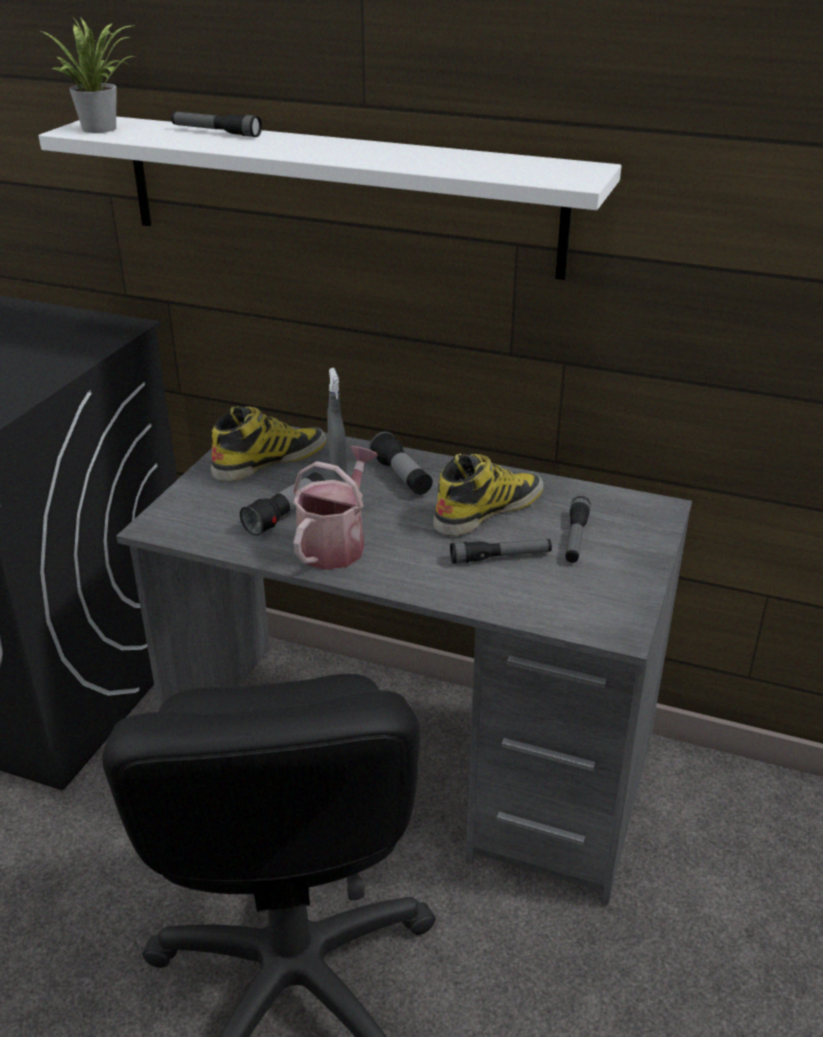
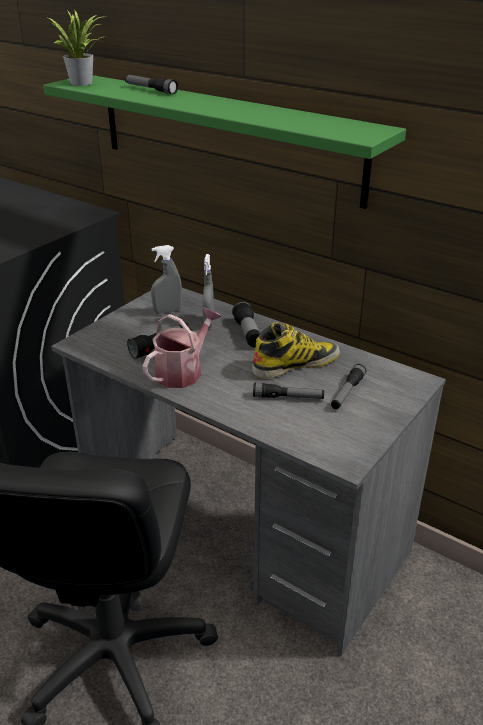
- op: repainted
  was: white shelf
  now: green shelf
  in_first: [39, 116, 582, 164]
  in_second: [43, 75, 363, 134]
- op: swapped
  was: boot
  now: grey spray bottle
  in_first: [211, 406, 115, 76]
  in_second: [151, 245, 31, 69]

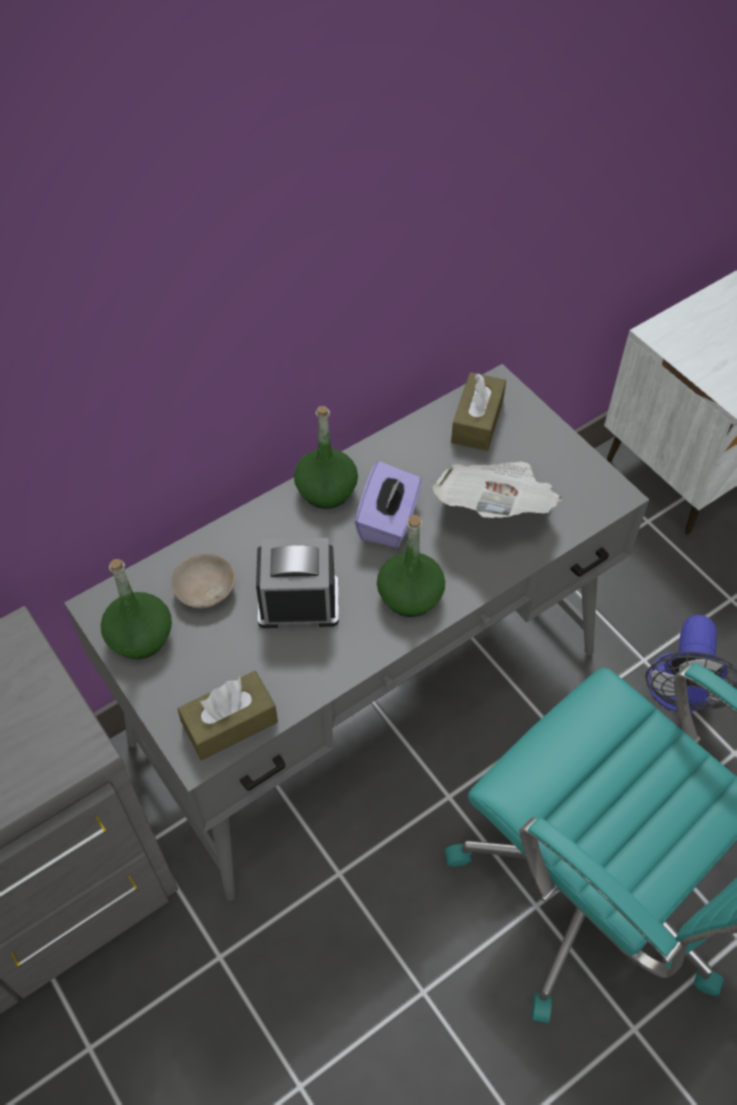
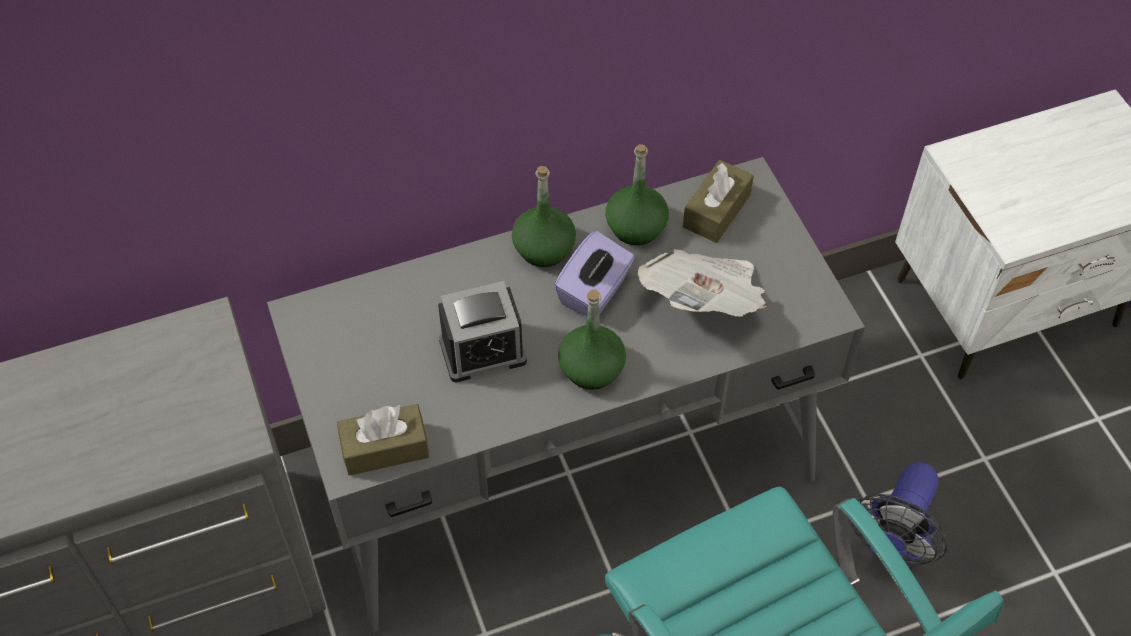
- op: rotated
  was: alarm clock
  in_first: [256, 538, 83, 90]
  in_second: [438, 281, 89, 101]
  clockwise: 150
- op: shifted
  was: green bottle
  in_first: [101, 559, 71, 100]
  in_second: [605, 144, 64, 101]
- op: gone
  was: beige bowl
  in_first: [171, 553, 64, 55]

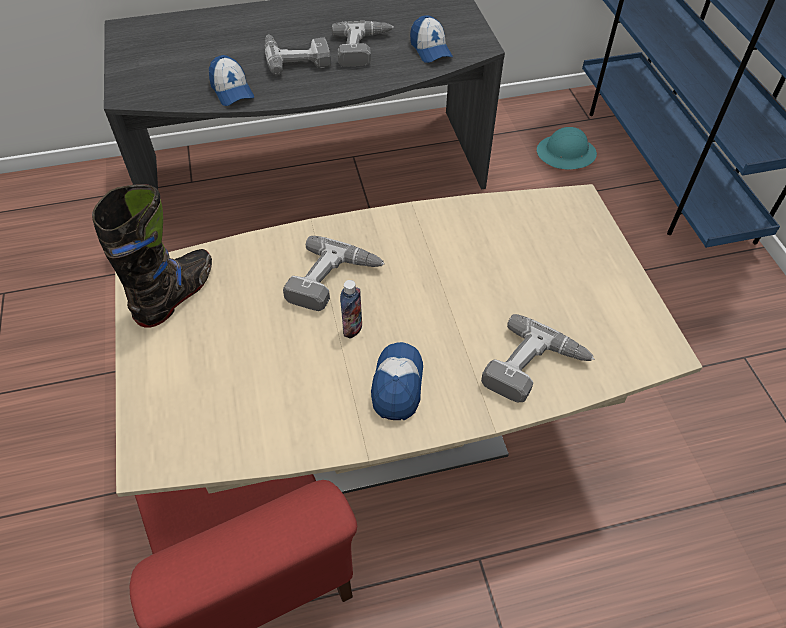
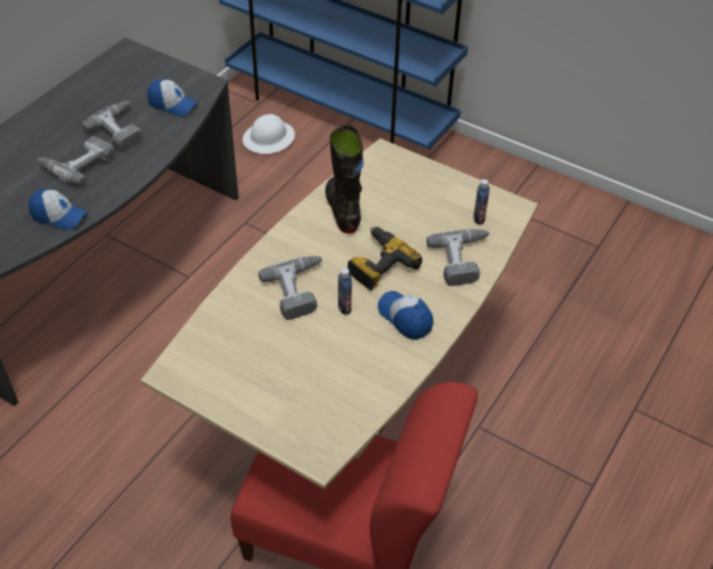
- op: repainted
  was: turquoise hard hat
  now: white hard hat
  in_first: [537, 127, 60, 43]
  in_second: [243, 114, 52, 40]
- op: shifted
  was: black boot
  in_first: [92, 184, 120, 144]
  in_second: [325, 125, 38, 109]
- op: new
  now: power drill
  in_second: [348, 226, 74, 65]
- op: new
  now: bottle
  in_second: [473, 179, 17, 46]

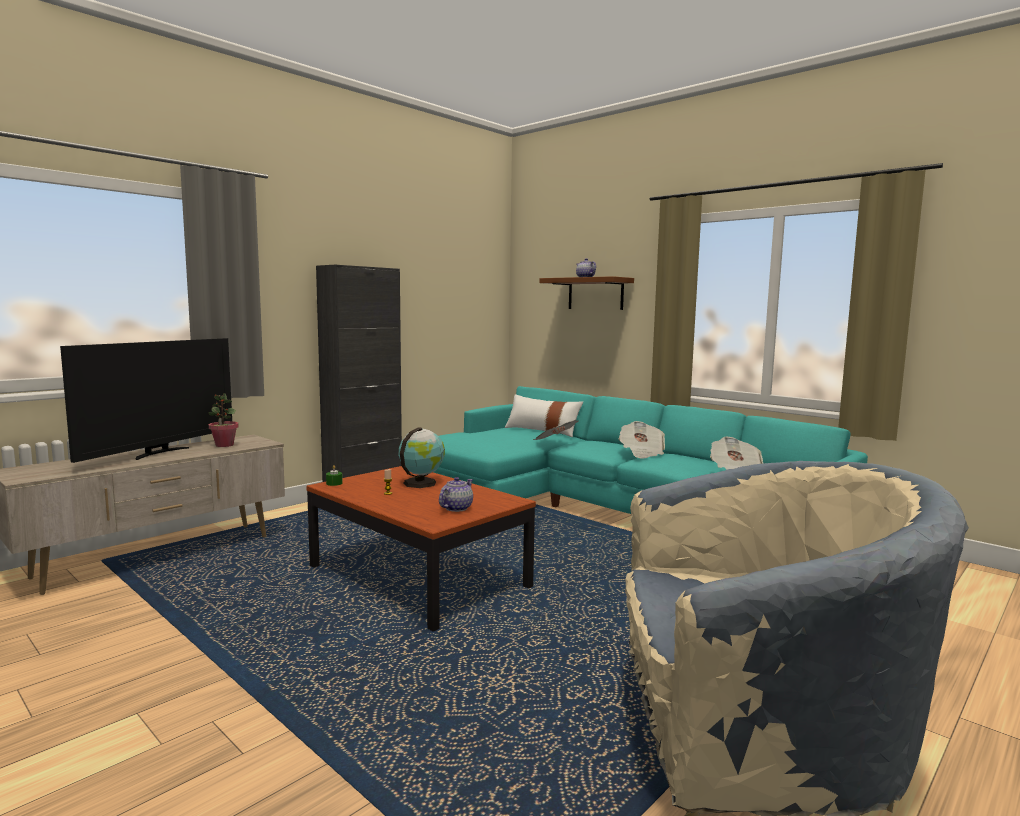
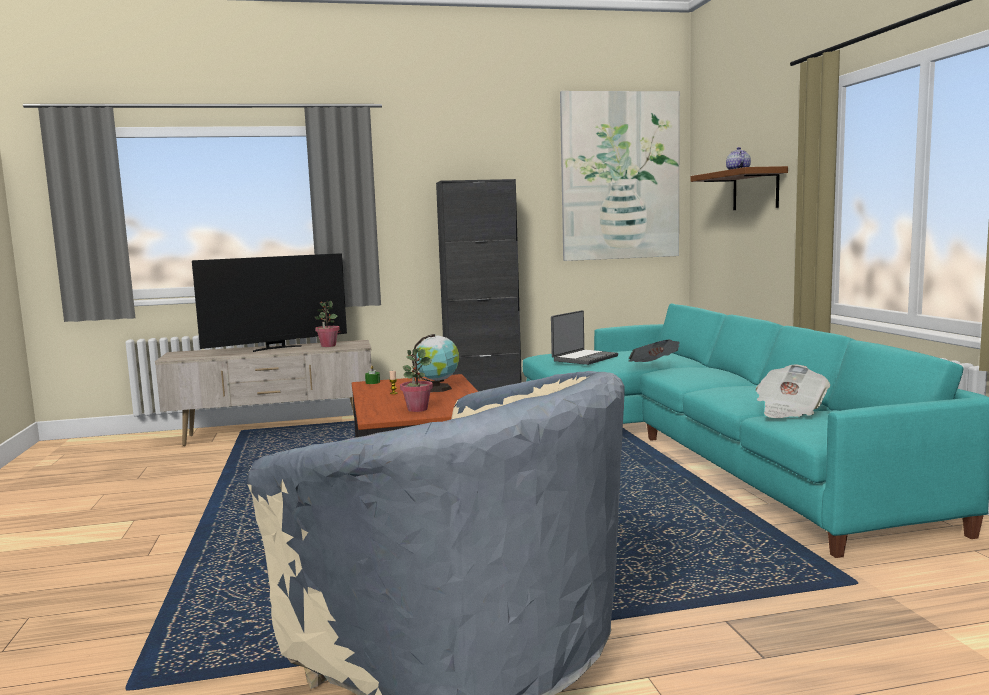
- op: swapped
  was: teapot
  now: potted plant
  in_first: [439, 477, 34, 35]
  in_second: [400, 348, 33, 64]
- op: new
  now: laptop
  in_second: [551, 310, 67, 55]
- op: new
  now: picture
  in_second: [560, 91, 120, 170]
- op: gone
  was: white pillow
  in_first: [505, 394, 78, 43]
- op: gone
  was: newspaper
  in_first: [619, 421, 46, 37]

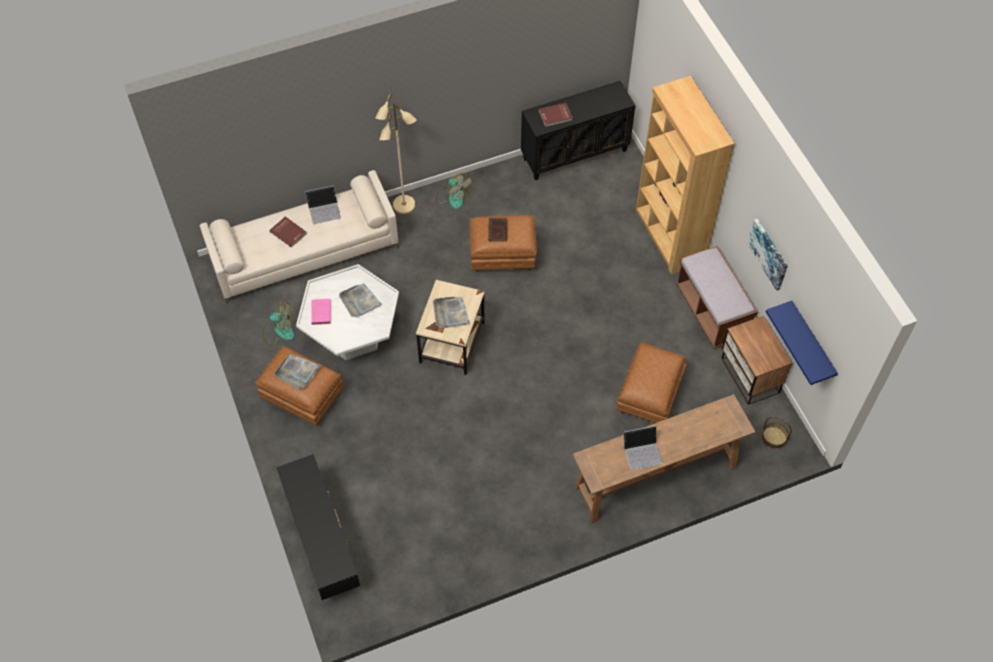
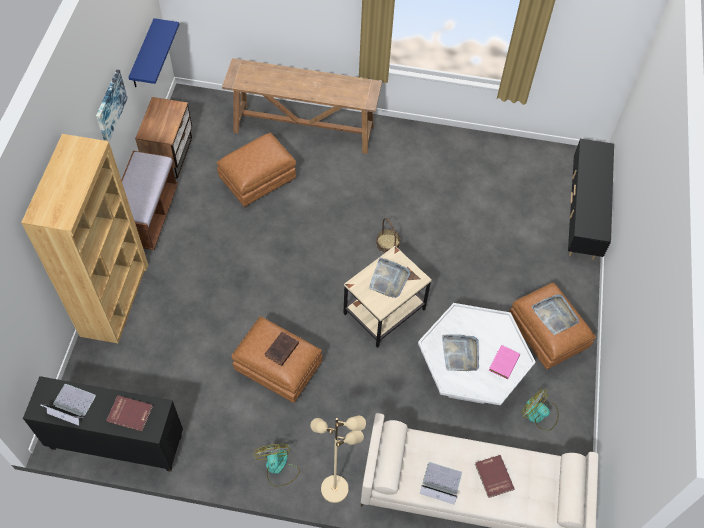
- op: shifted
  was: laptop
  in_first: [623, 426, 39, 44]
  in_second: [40, 384, 56, 42]
- op: shifted
  was: basket
  in_first: [761, 417, 31, 32]
  in_second: [376, 218, 24, 35]

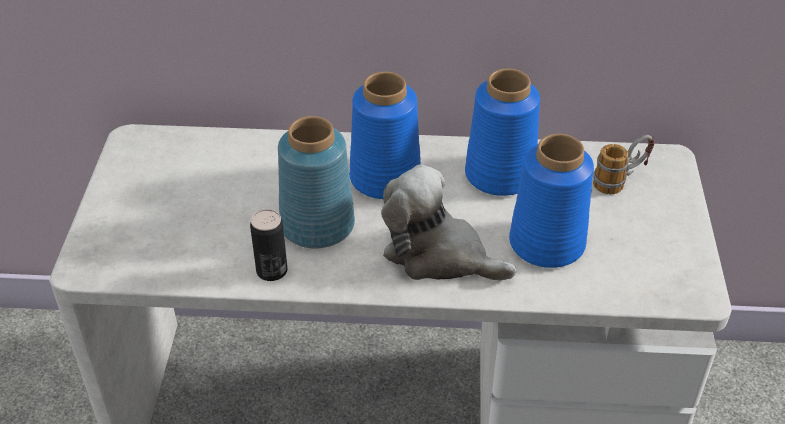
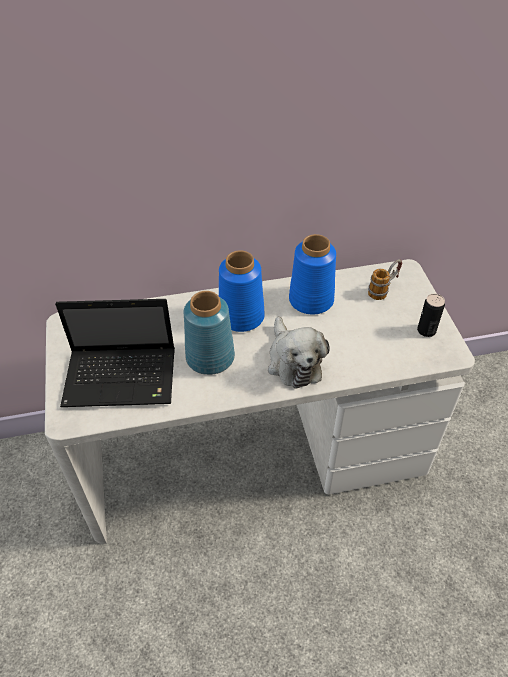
- op: new
  now: laptop
  in_second: [55, 299, 120, 108]
- op: rotated
  was: plush toy
  in_first: [381, 164, 135, 117]
  in_second: [268, 317, 62, 72]
  clockwise: -120
- op: shifted
  was: can
  in_first: [250, 209, 37, 72]
  in_second: [417, 294, 28, 43]
- op: gone
  was: blue vase
  in_first: [509, 134, 85, 134]

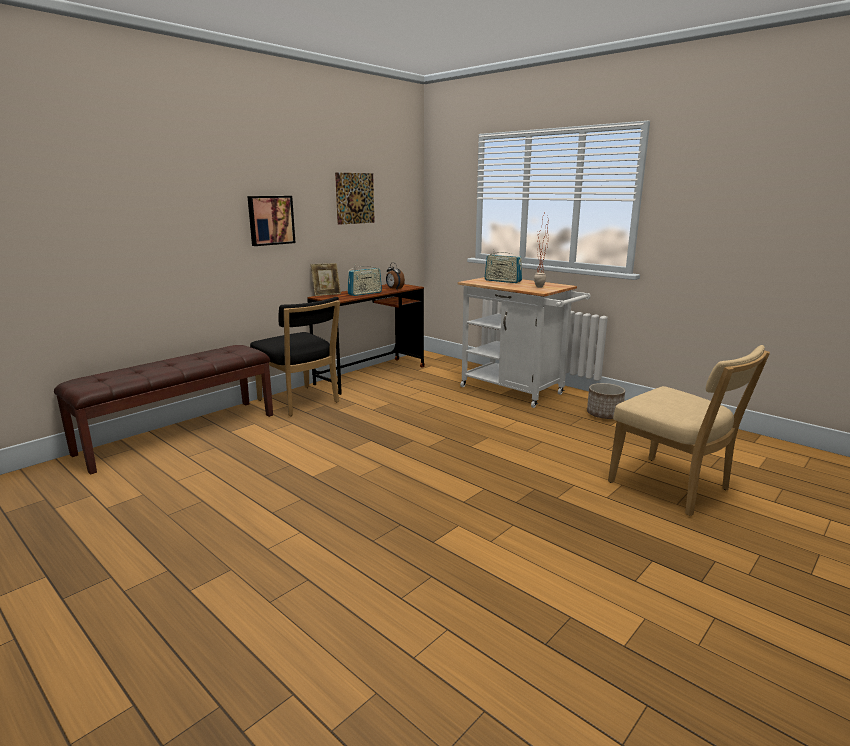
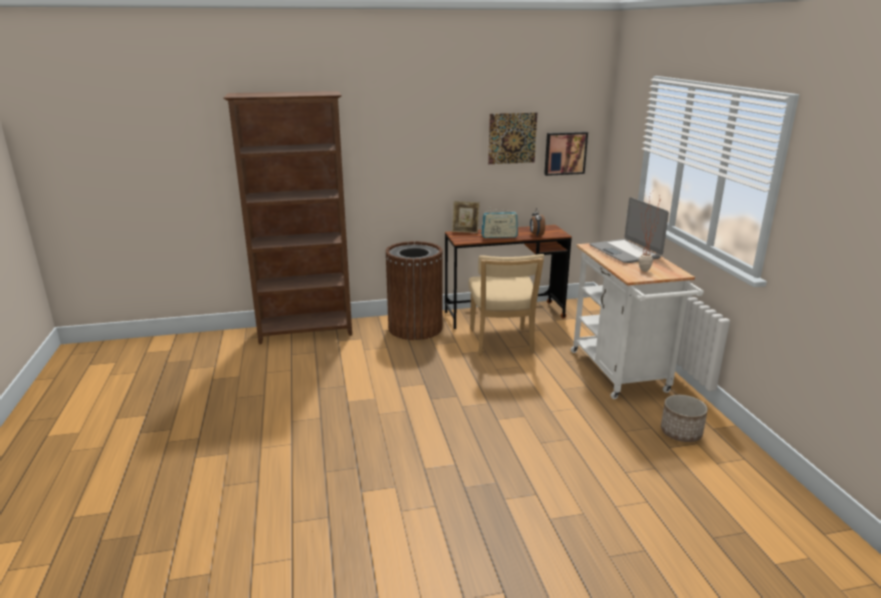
- op: swapped
  was: brown bench
  now: brown bookcase
  in_first: [54, 345, 219, 130]
  in_second: [223, 91, 129, 253]
- op: swapped
  was: black chair
  now: brown trash can
  in_first: [250, 297, 90, 119]
  in_second: [385, 241, 58, 99]
- op: shifted
  was: beige chair
  in_first: [608, 345, 162, 171]
  in_second: [469, 254, 75, 101]
- op: shifted
  was: picture
  in_first: [247, 196, 48, 50]
  in_second: [544, 132, 44, 44]
- op: swapped
  was: radio
  now: laptop
  in_first: [485, 252, 37, 31]
  in_second: [589, 197, 80, 66]

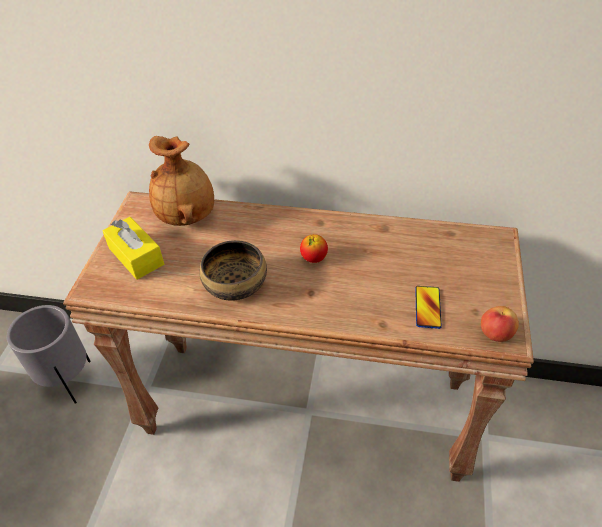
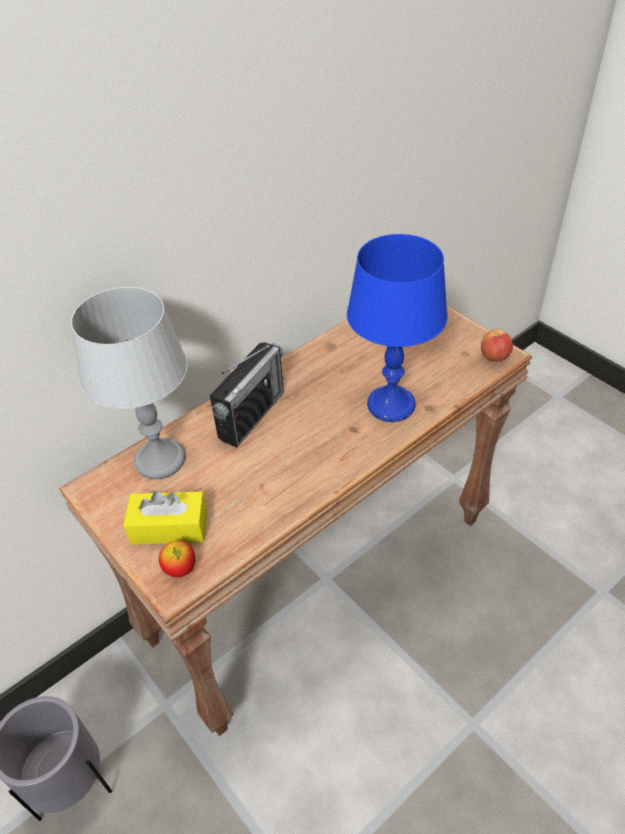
- op: swapped
  was: brown vase
  now: grey table lamp
  in_first: [149, 136, 65, 90]
  in_second: [71, 287, 117, 192]
- op: shifted
  was: apple
  in_first: [300, 234, 28, 29]
  in_second: [159, 540, 36, 37]
- op: new
  now: radio
  in_second: [210, 342, 74, 106]
- op: new
  now: blue table lamp
  in_second: [347, 234, 101, 188]
- op: gone
  was: bowl
  in_first: [200, 240, 67, 61]
- op: gone
  was: phone
  in_first: [415, 286, 27, 43]

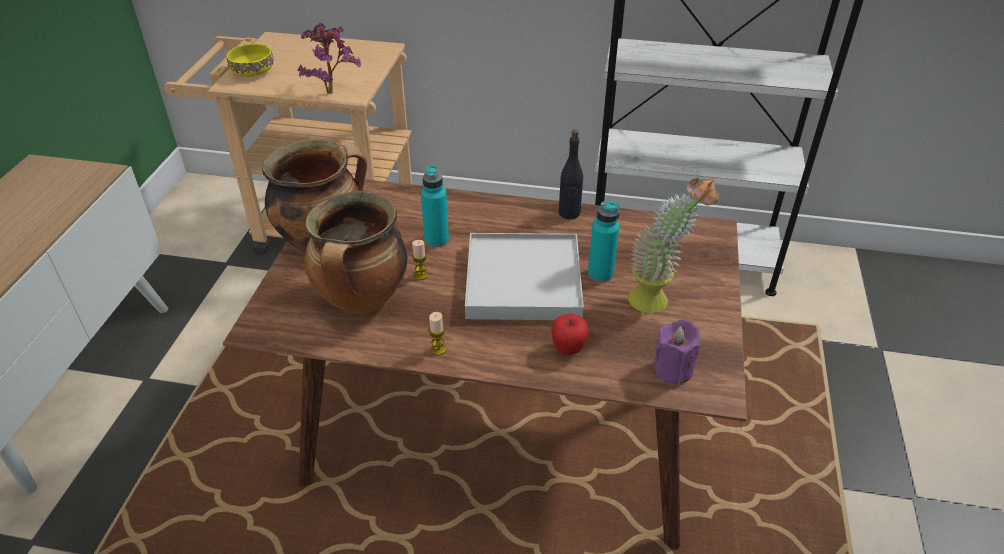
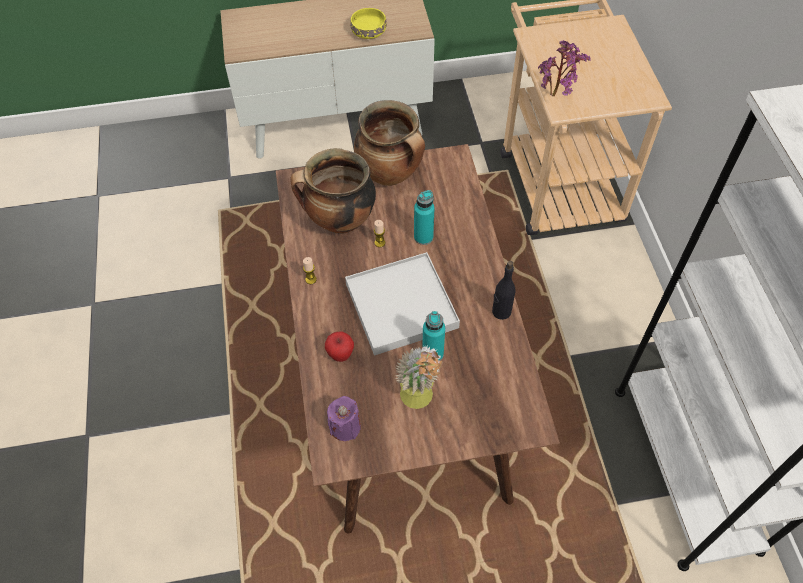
- op: shifted
  was: yellow bowl
  in_first: [226, 44, 48, 33]
  in_second: [351, 8, 36, 31]

